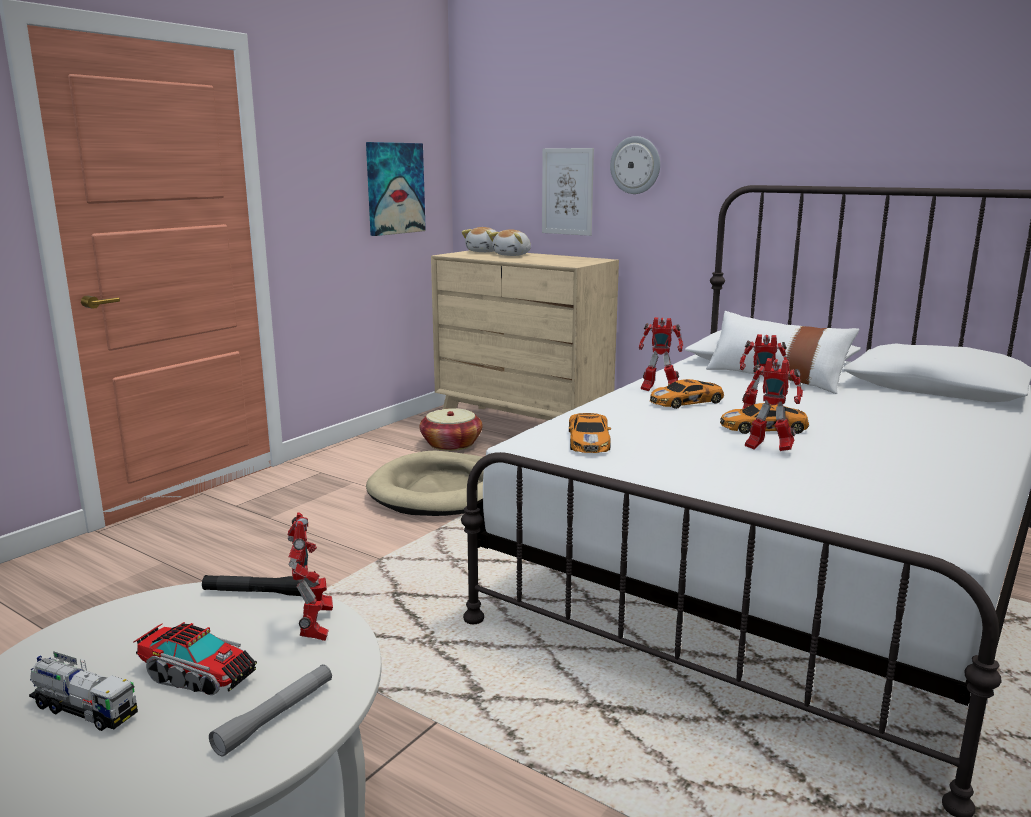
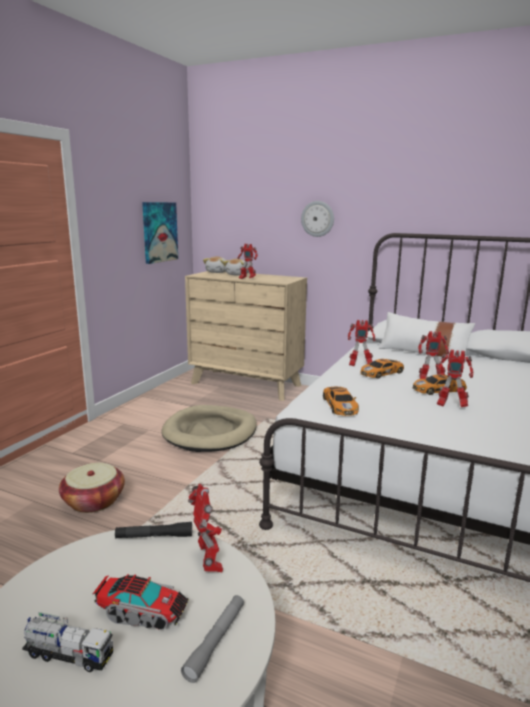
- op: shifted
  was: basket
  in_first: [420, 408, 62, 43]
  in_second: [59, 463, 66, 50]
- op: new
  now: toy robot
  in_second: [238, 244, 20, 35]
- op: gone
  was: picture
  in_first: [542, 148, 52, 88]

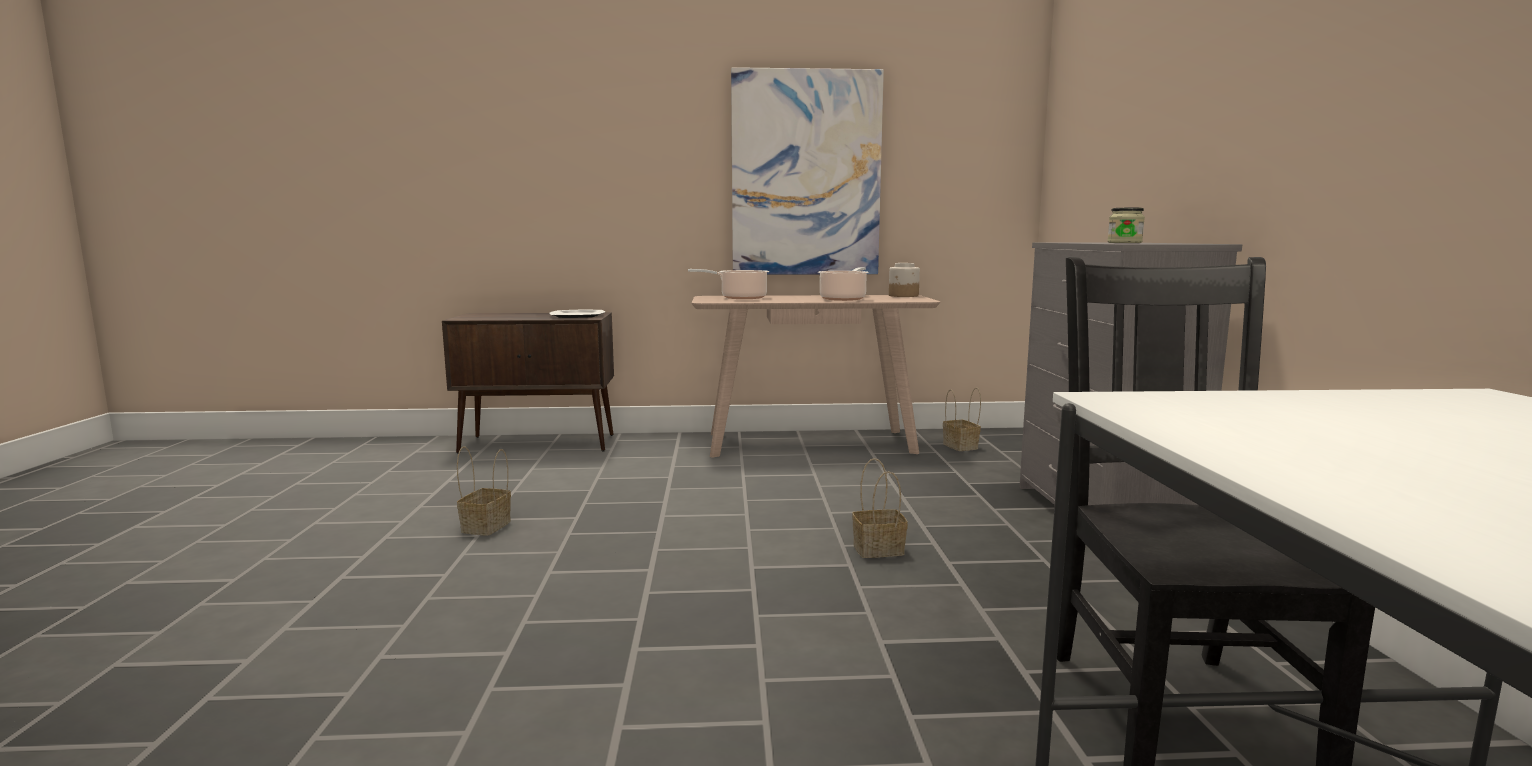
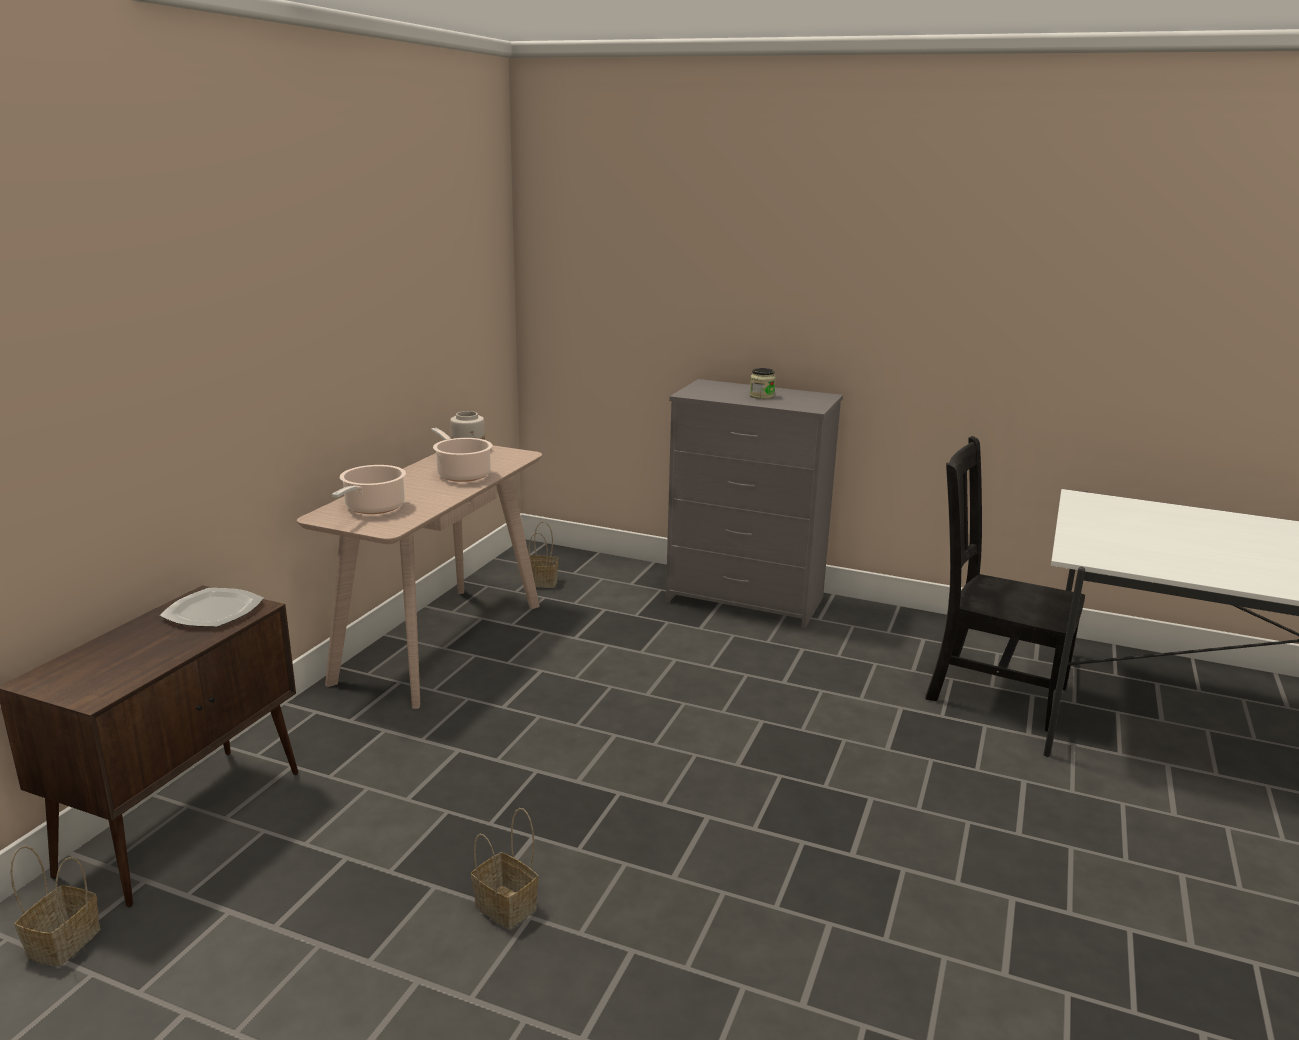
- op: shifted
  was: basket
  in_first: [852, 458, 56, 100]
  in_second: [10, 846, 90, 121]
- op: gone
  was: picture
  in_first: [731, 67, 153, 208]

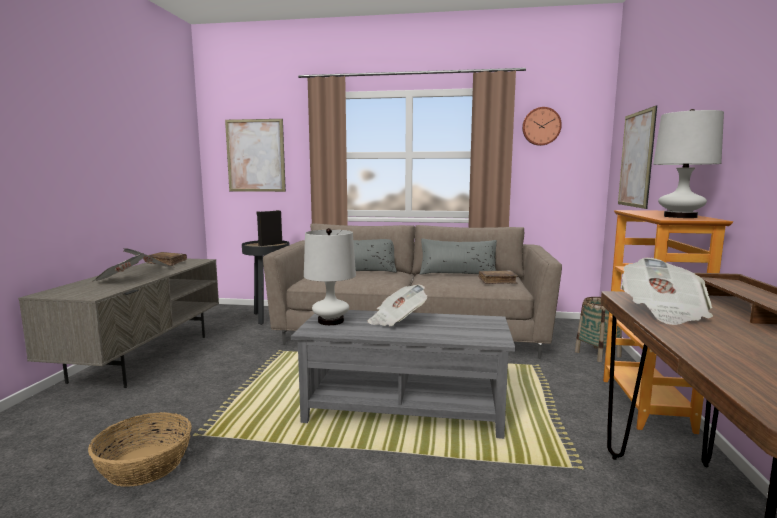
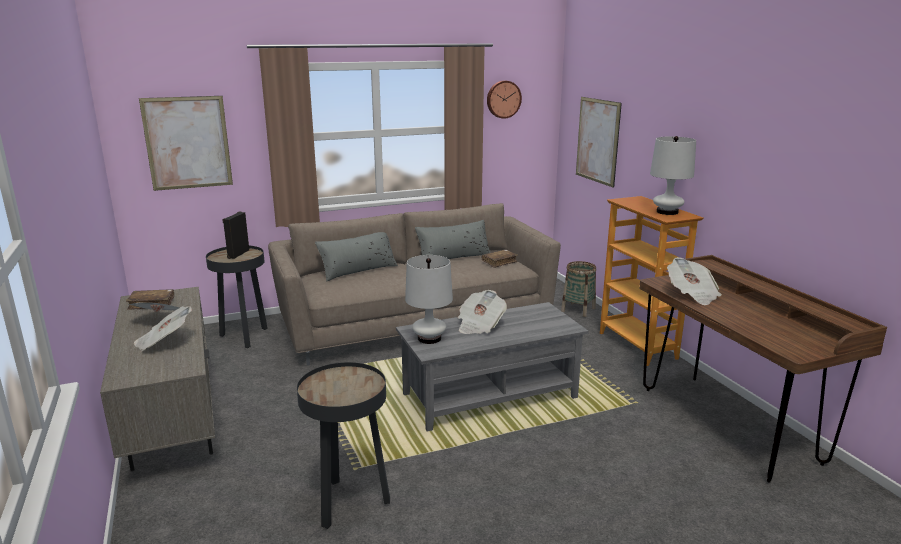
- op: swapped
  was: basket
  now: black side table
  in_first: [88, 412, 104, 75]
  in_second: [297, 362, 93, 167]

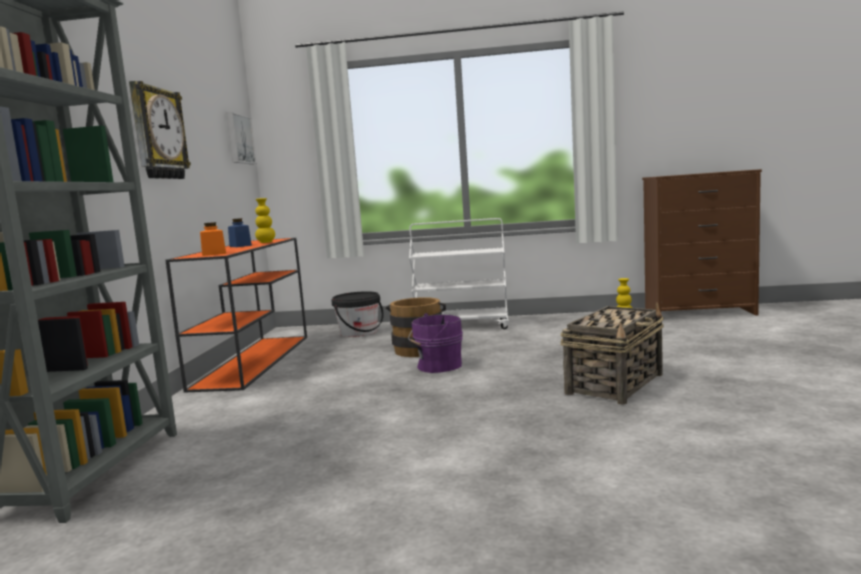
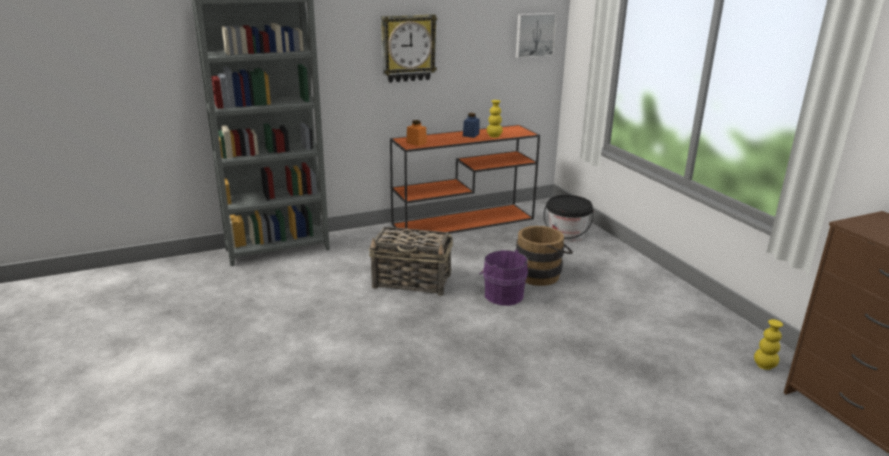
- op: shifted
  was: basket
  in_first: [561, 302, 103, 102]
  in_second: [369, 227, 84, 69]
- op: gone
  was: white cart
  in_first: [409, 218, 100, 111]

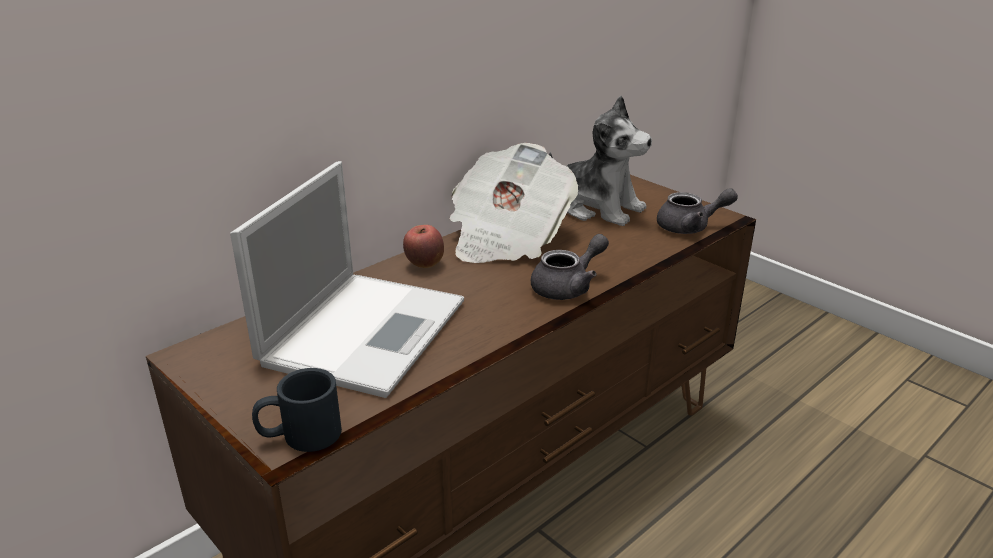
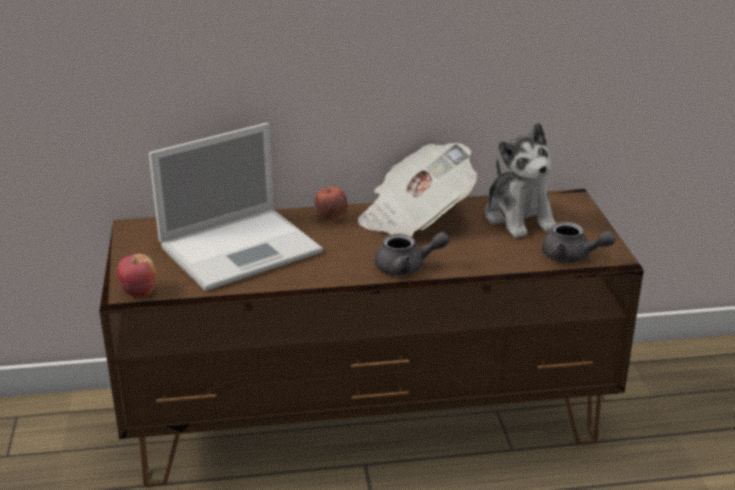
- op: swapped
  was: black mug
  now: apple
  in_first: [252, 368, 90, 84]
  in_second: [117, 254, 40, 43]

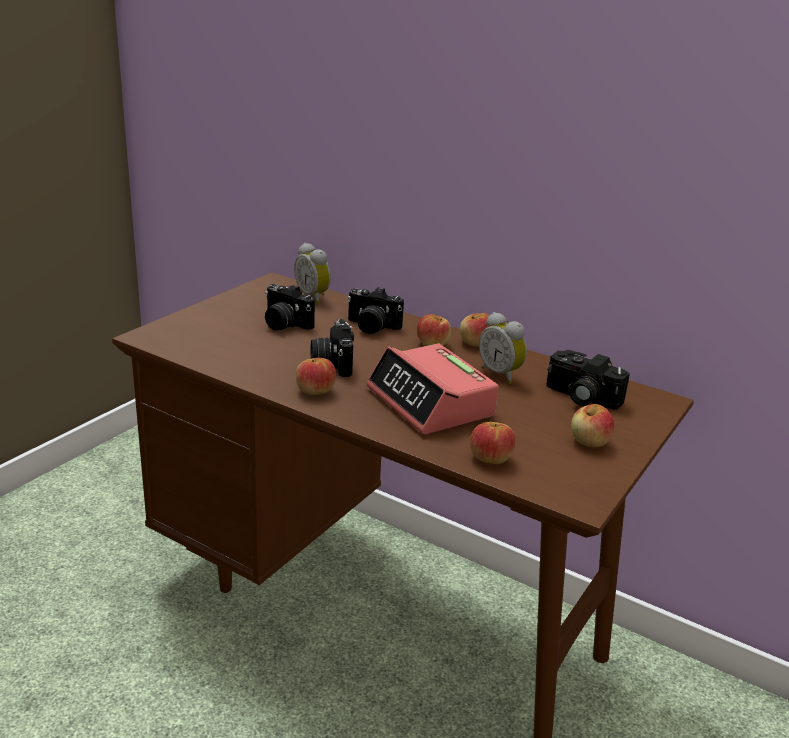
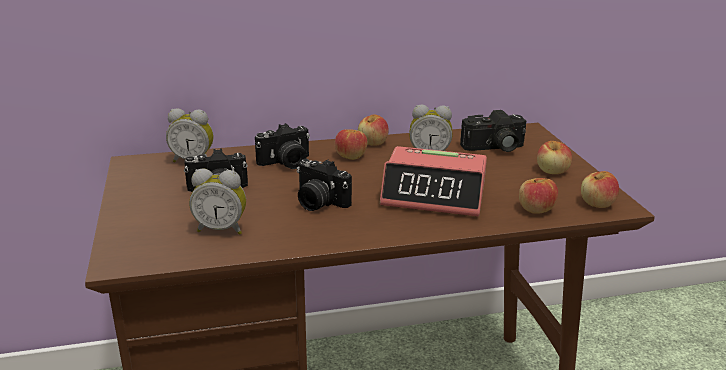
- op: new
  now: alarm clock
  in_second: [189, 169, 57, 66]
- op: shifted
  was: apple
  in_first: [296, 358, 40, 37]
  in_second: [581, 171, 38, 37]

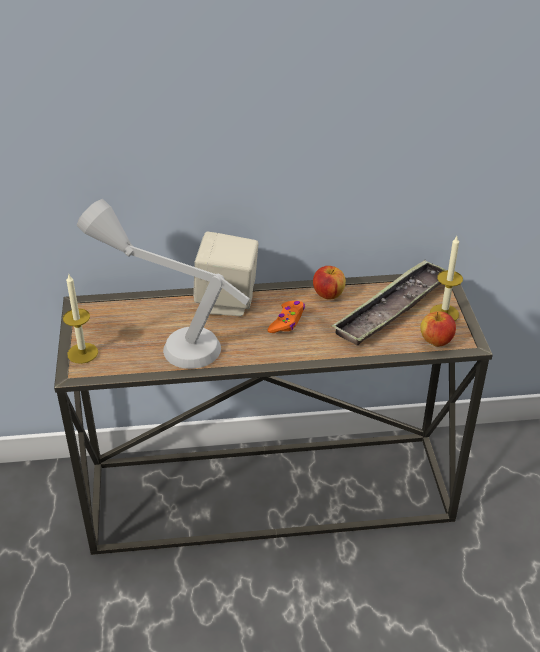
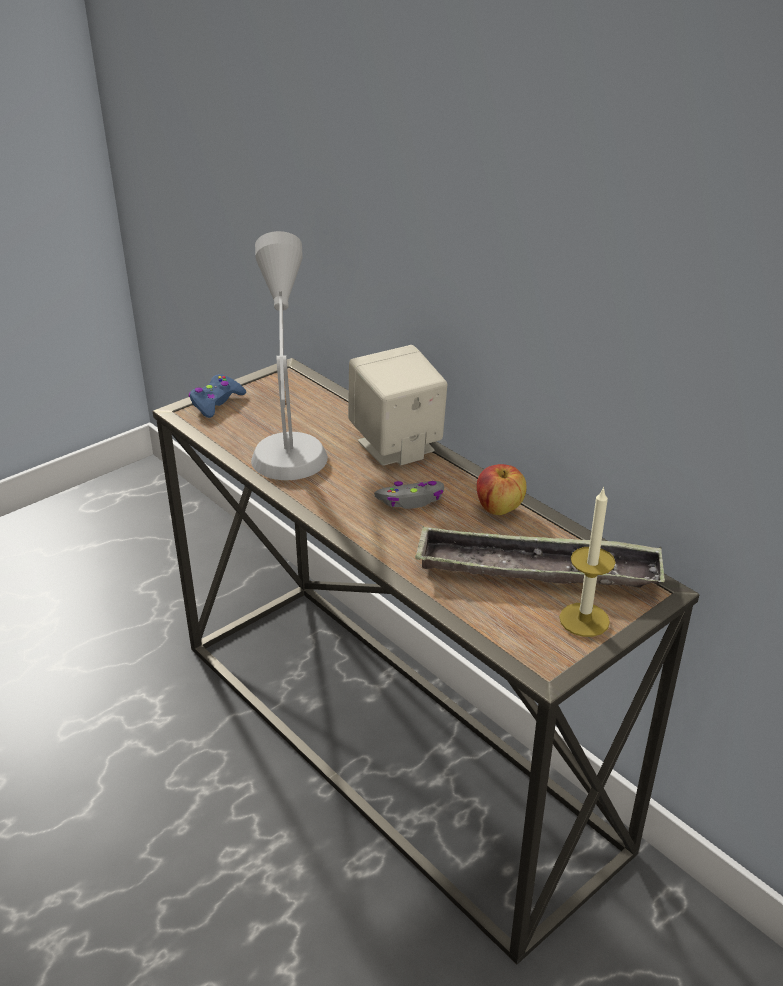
- op: swapped
  was: candle
  now: blue game controller
  in_first: [63, 273, 35, 91]
  in_second: [189, 374, 57, 44]
- op: repainted
  was: orange game controller
  now: grey game controller
  in_first: [267, 301, 38, 32]
  in_second: [374, 481, 70, 28]
- op: gone
  was: apple
  in_first: [421, 311, 35, 36]

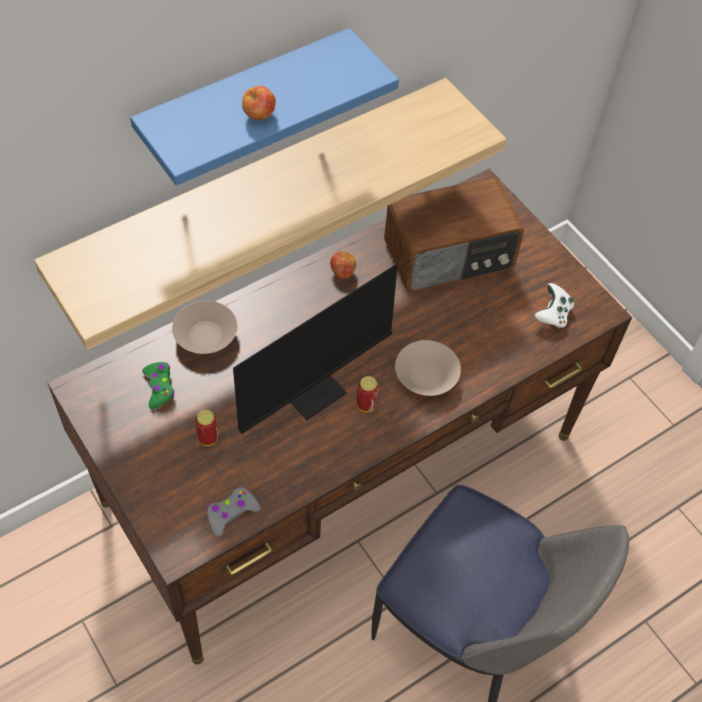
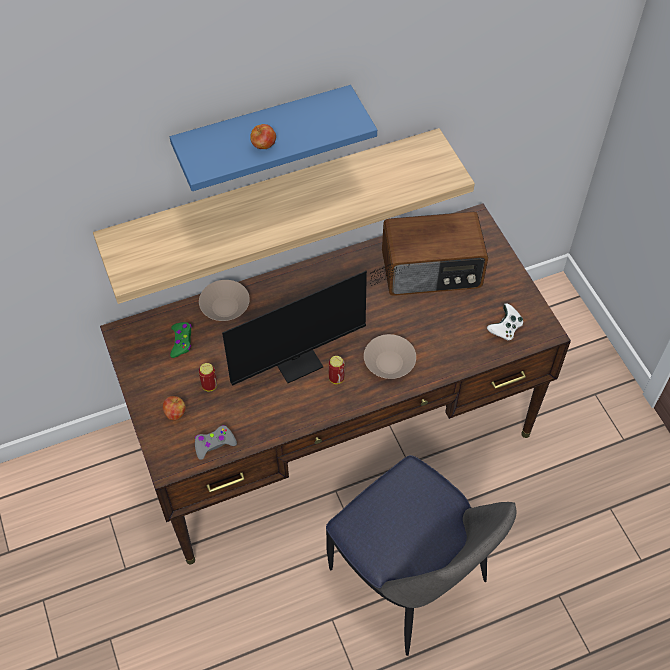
- op: shifted
  was: apple
  in_first: [330, 252, 26, 26]
  in_second: [163, 396, 23, 24]

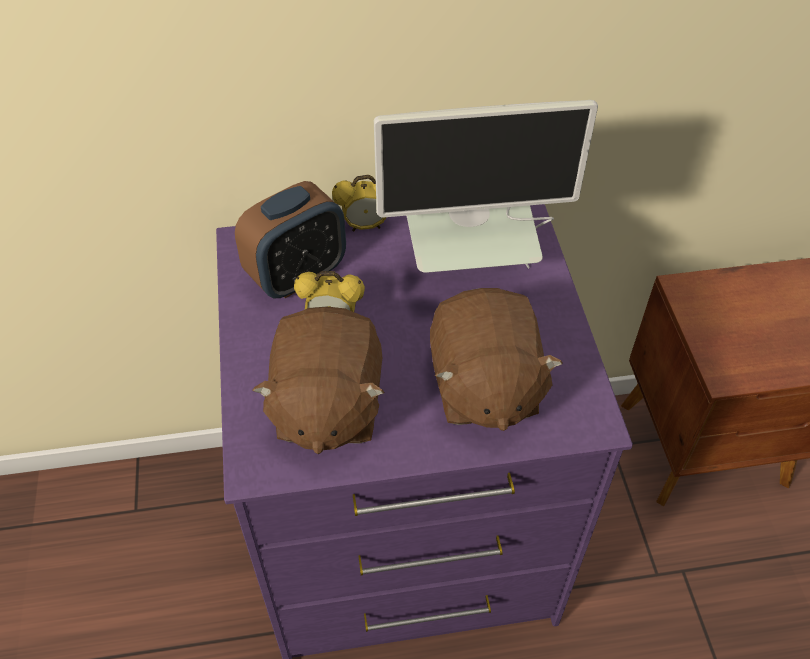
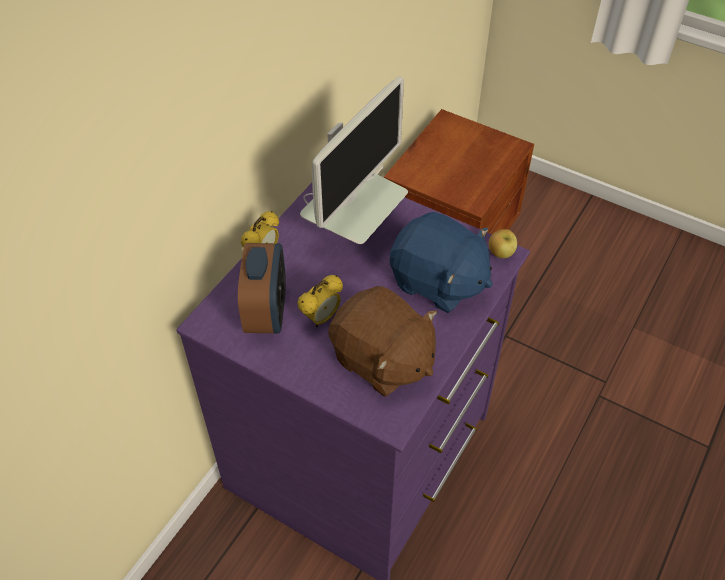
- op: repainted
  was: brown plush toy
  now: blue plush toy
  in_first: [430, 288, 133, 143]
  in_second: [390, 212, 103, 101]
- op: new
  now: apple
  in_second: [489, 229, 28, 29]

